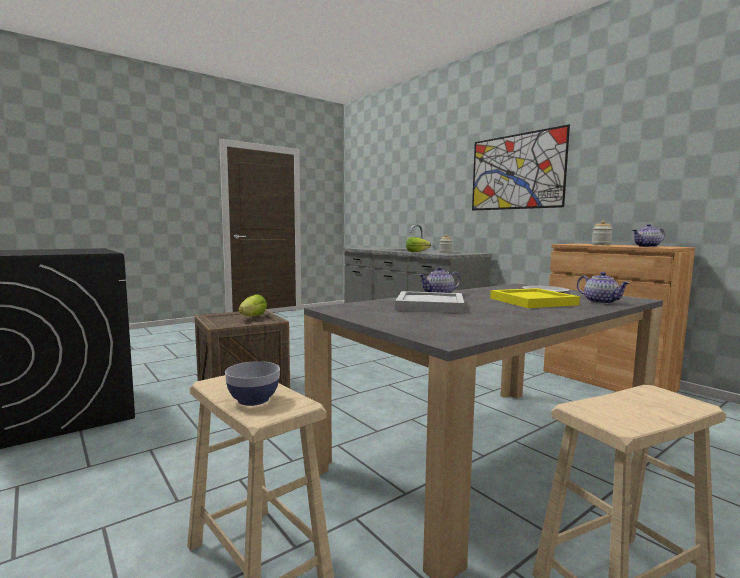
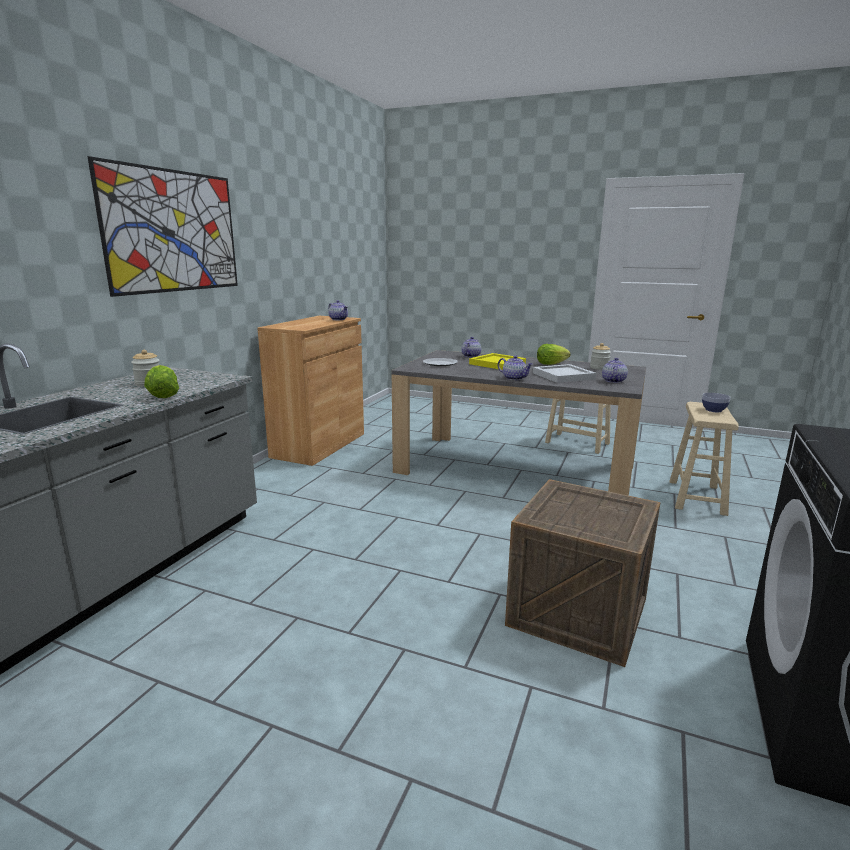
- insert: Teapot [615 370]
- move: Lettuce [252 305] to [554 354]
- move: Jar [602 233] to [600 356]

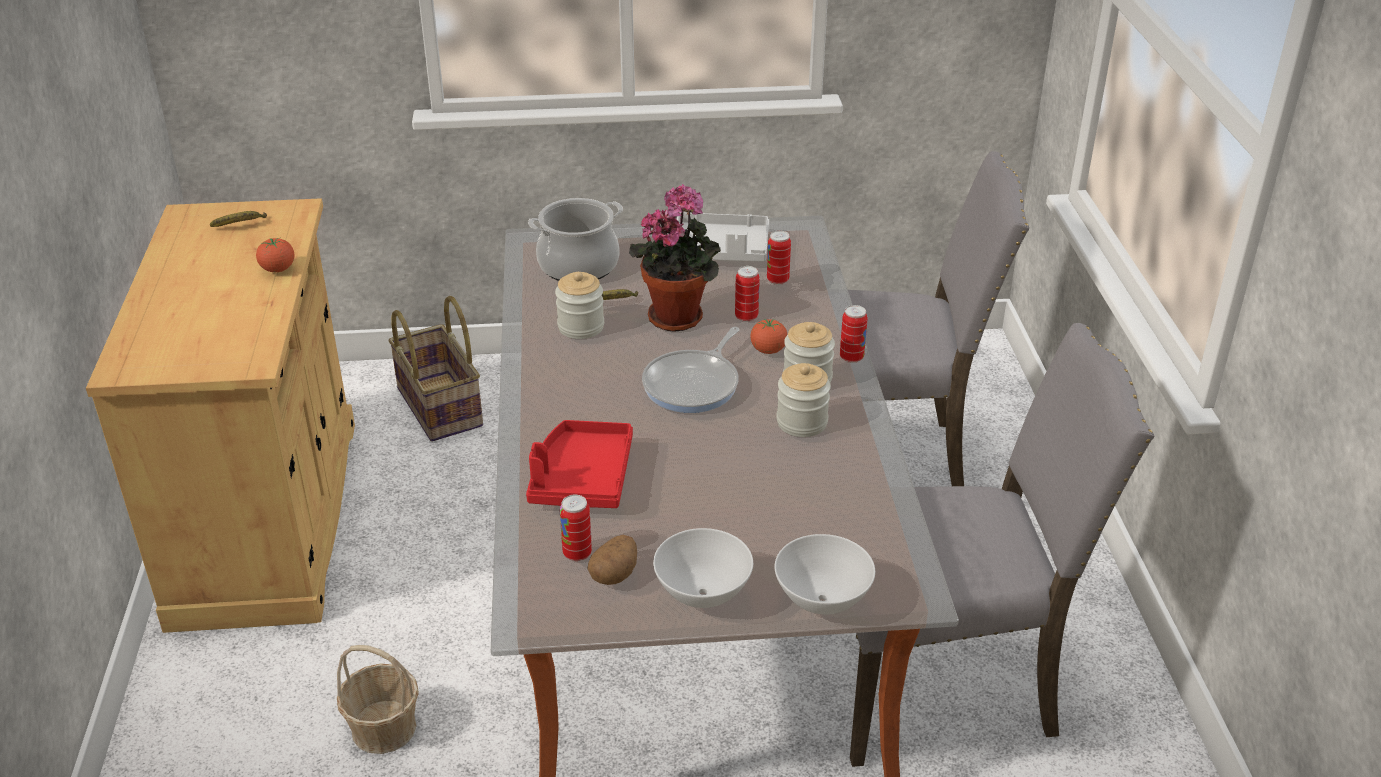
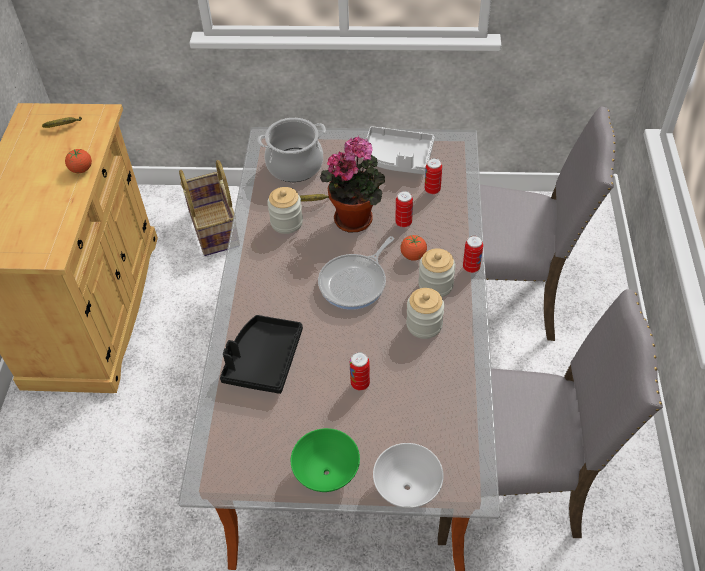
- delete: Basket [378 699]
- delete: Potato [612 560]
- move: Can [576 528] to [360 371]
- recolor: RedTray [579 464] to BlackTray [261 354]
- recolor: WhiteBowl [703 568] to GreenBowl [325 460]

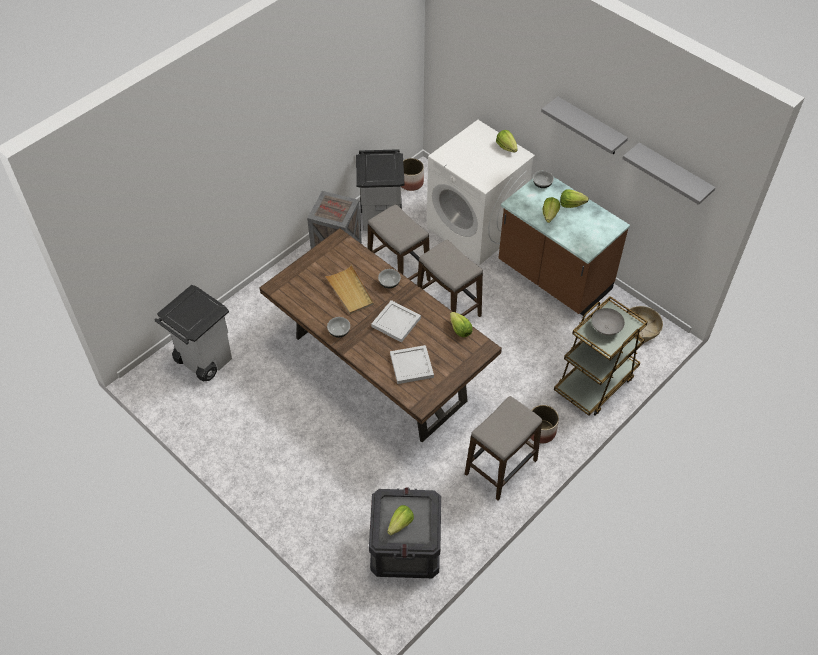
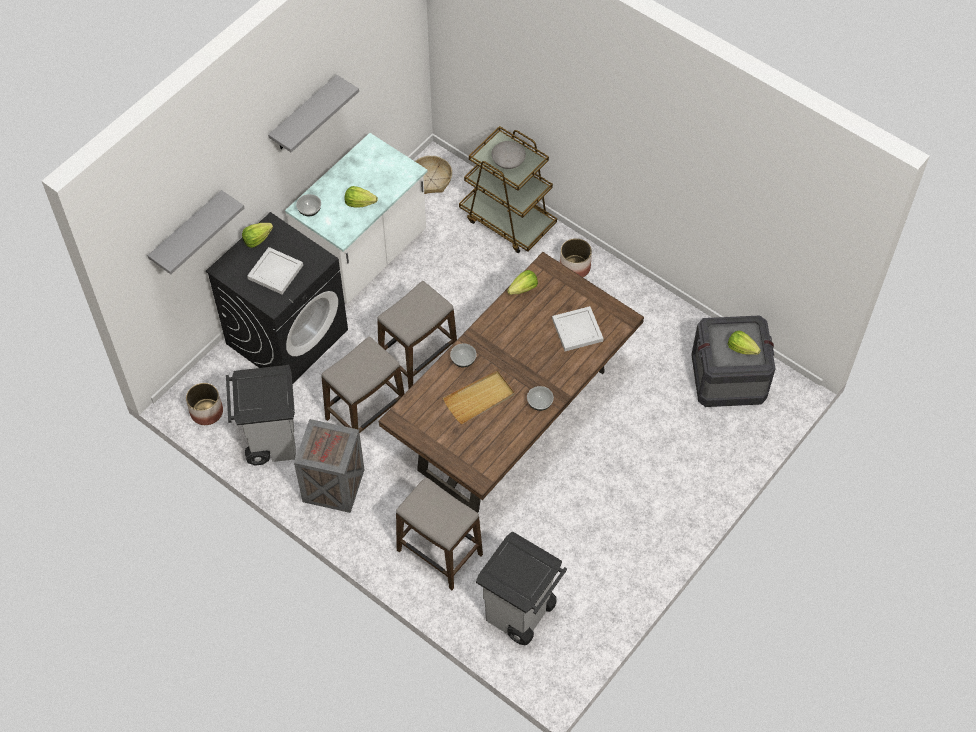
- delete: Lettuce [574 198]
- move: WhiteTray [396 321] to [275 270]
- move: Stool [503 448] to [439 534]
- move: GreyShelf [669 174] to [196 232]
- recolor: WhiteWashingMachine [481 192] to BlackWashingMachine [277 298]
- recolor: BrownCounter [564 243] to WhiteCounter [356 218]

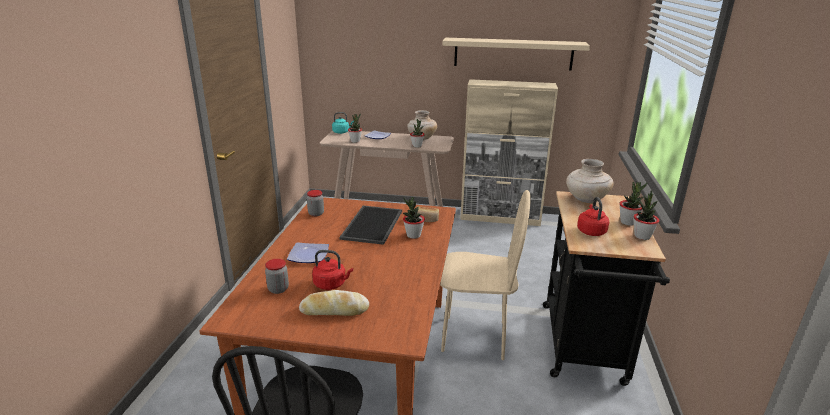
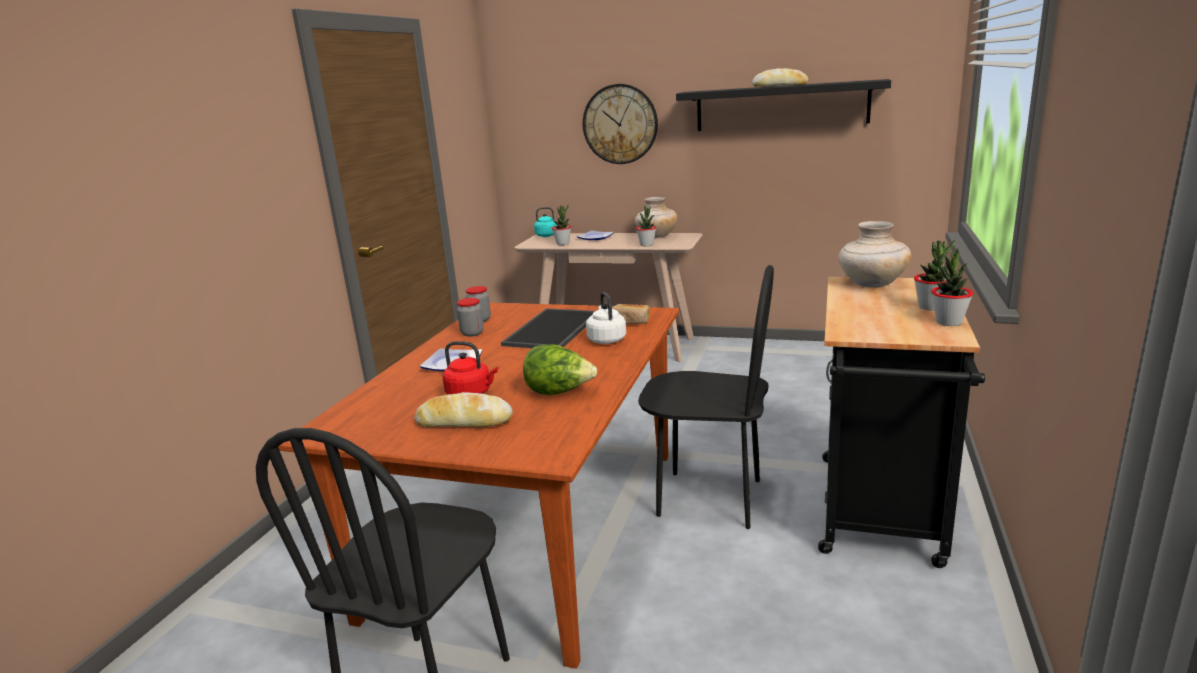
- delete: BeigeCabinet [509 152]
- delete: RedKettle [593 216]
- insert: Lettuce [560 369]
- insert: WallClock [620 124]
- insert: Bread [780 77]
- move: Jar [277 276] to [470 317]
- replace: PottedPlant [414 218] to WhiteKettle [606 318]
- recolor: BeigeChair [485 275] to BlackChair [706 397]
- recolor: BeigeShelf [516 54] to BlackShelf [783 105]

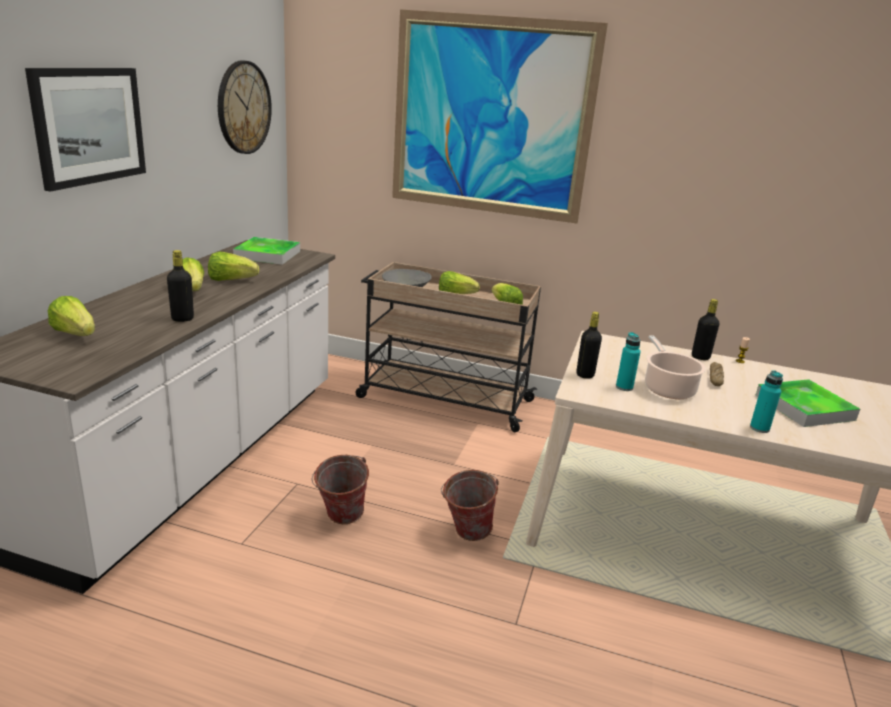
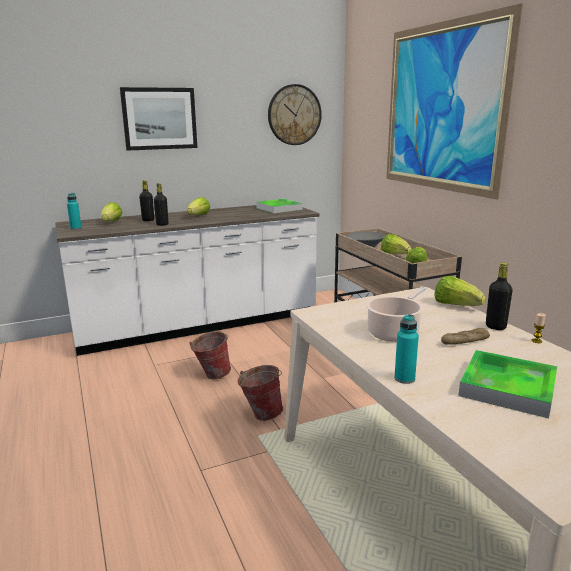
- move: Lettuce [233 266] to [460 291]
- move: BlackBottle [589 345] to [146 200]
- move: TurquoiseBottle [628 361] to [74 211]

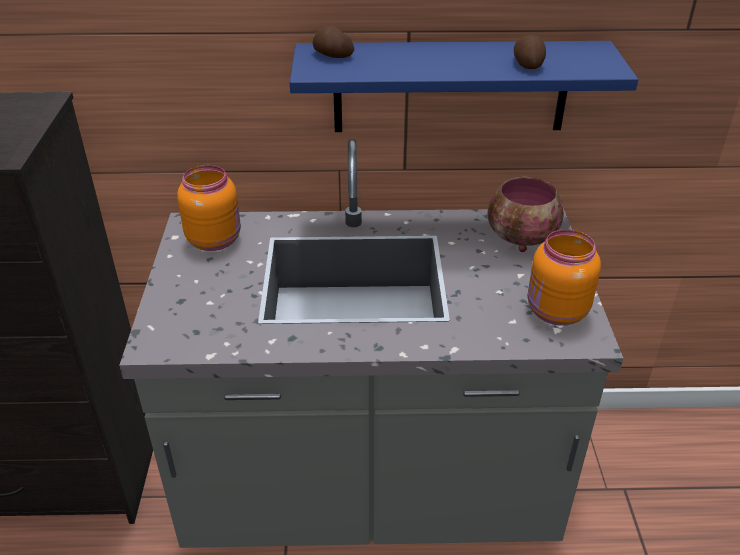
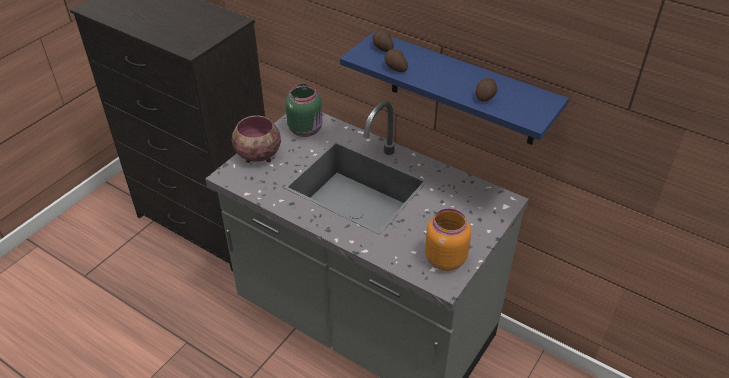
- insert: Potato [396 60]
- move: Bowl [526 214] to [256 139]
- recolor: OrangeJar [209 208] to GreenJar [304 110]

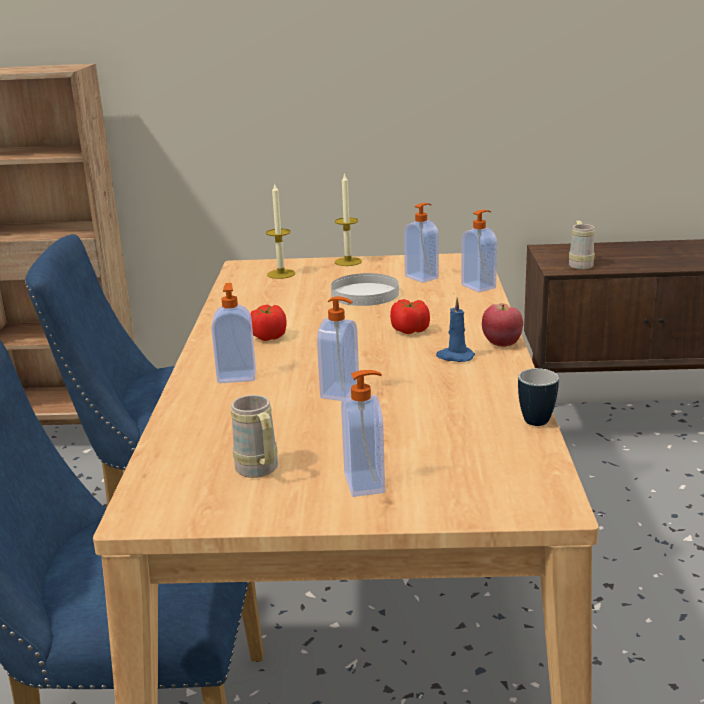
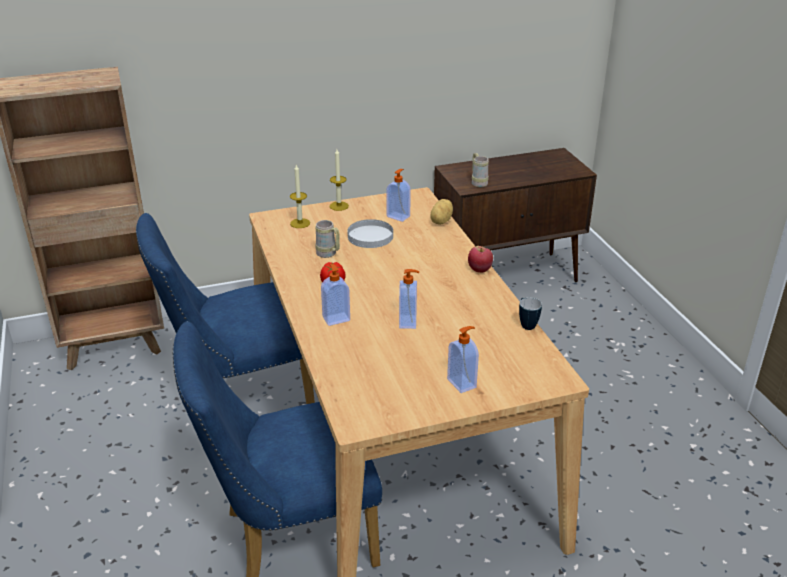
- delete: Tomato [410 316]
- delete: BlueCandle [455 330]
- move: BeigeMug [254 436] to [328 239]
- replace: SoapDispenser [479 251] to Potato [441 212]

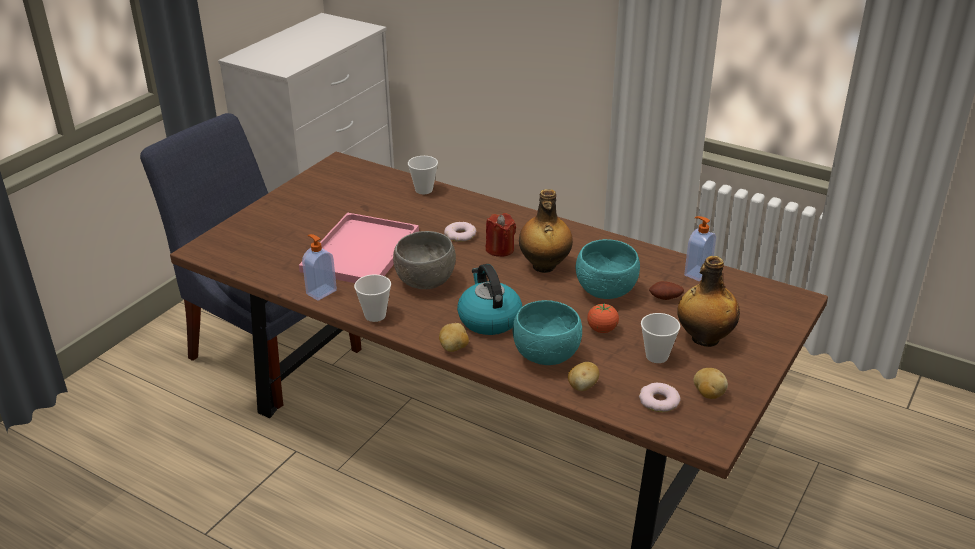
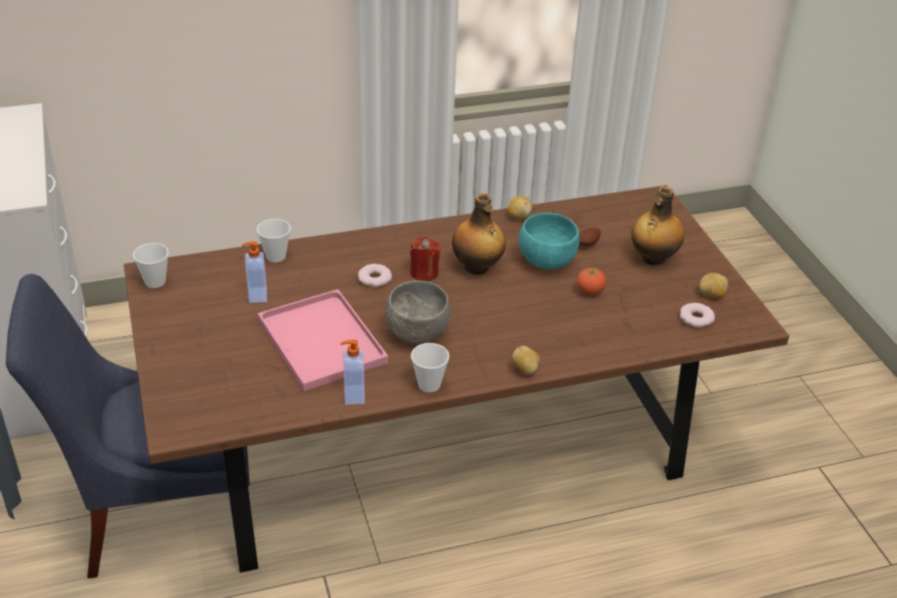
- delete: Kettle [489 299]
- delete: TurquoiseBowl [547 332]
- move: Potato [583 376] to [520 207]
- move: Cup [660 338] to [151 265]
- move: SoapDispenser [700 248] to [254 272]

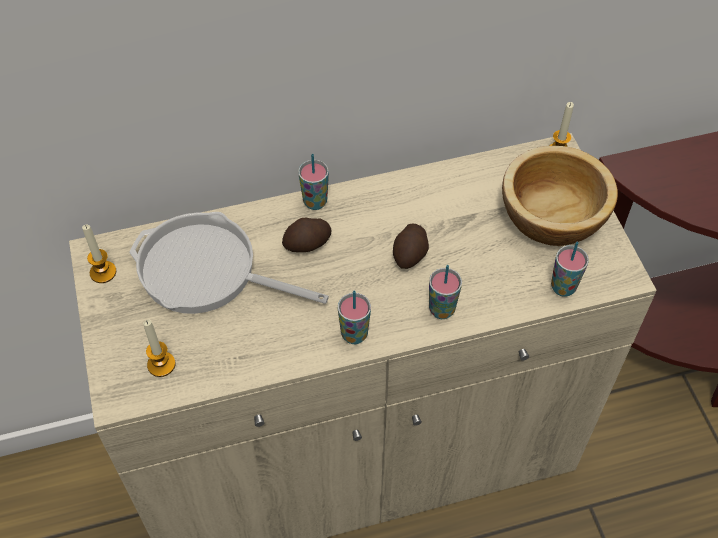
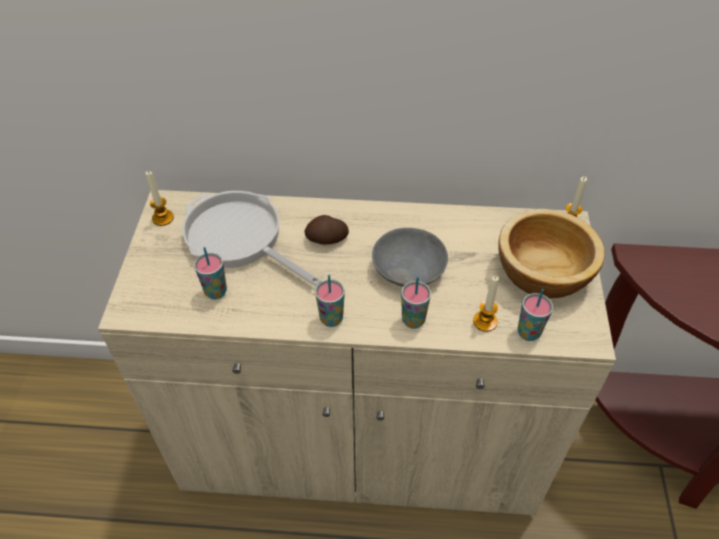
- move: Candle [159 348] to [486 304]
- move: Cup [313 182] to [210 273]
- replace: Potato [411 246] to GreyBowl [410 257]

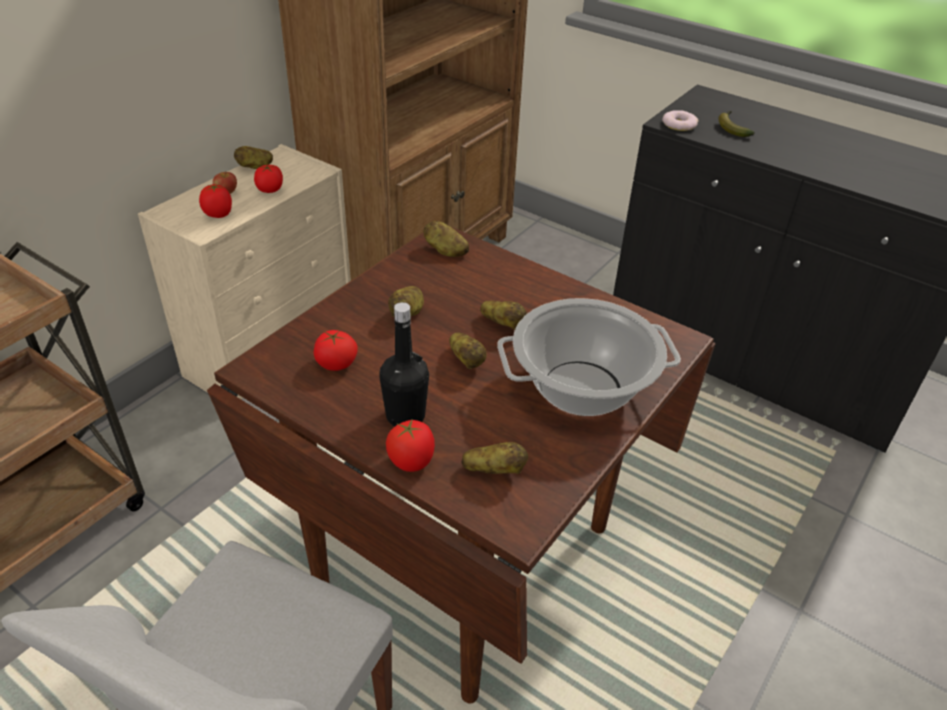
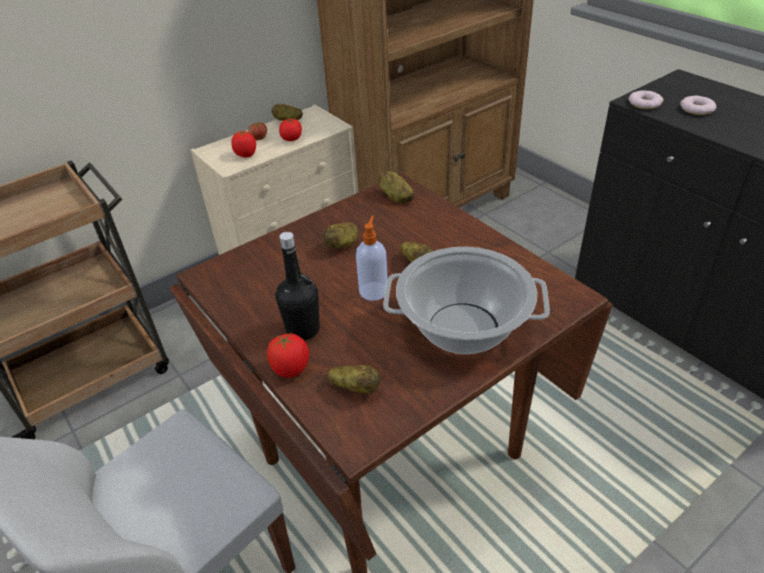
- delete: Tomato [336 350]
- replace: Potato [468 351] to SoapDispenser [372 258]
- replace: Banana [737 124] to Donut [698 105]

